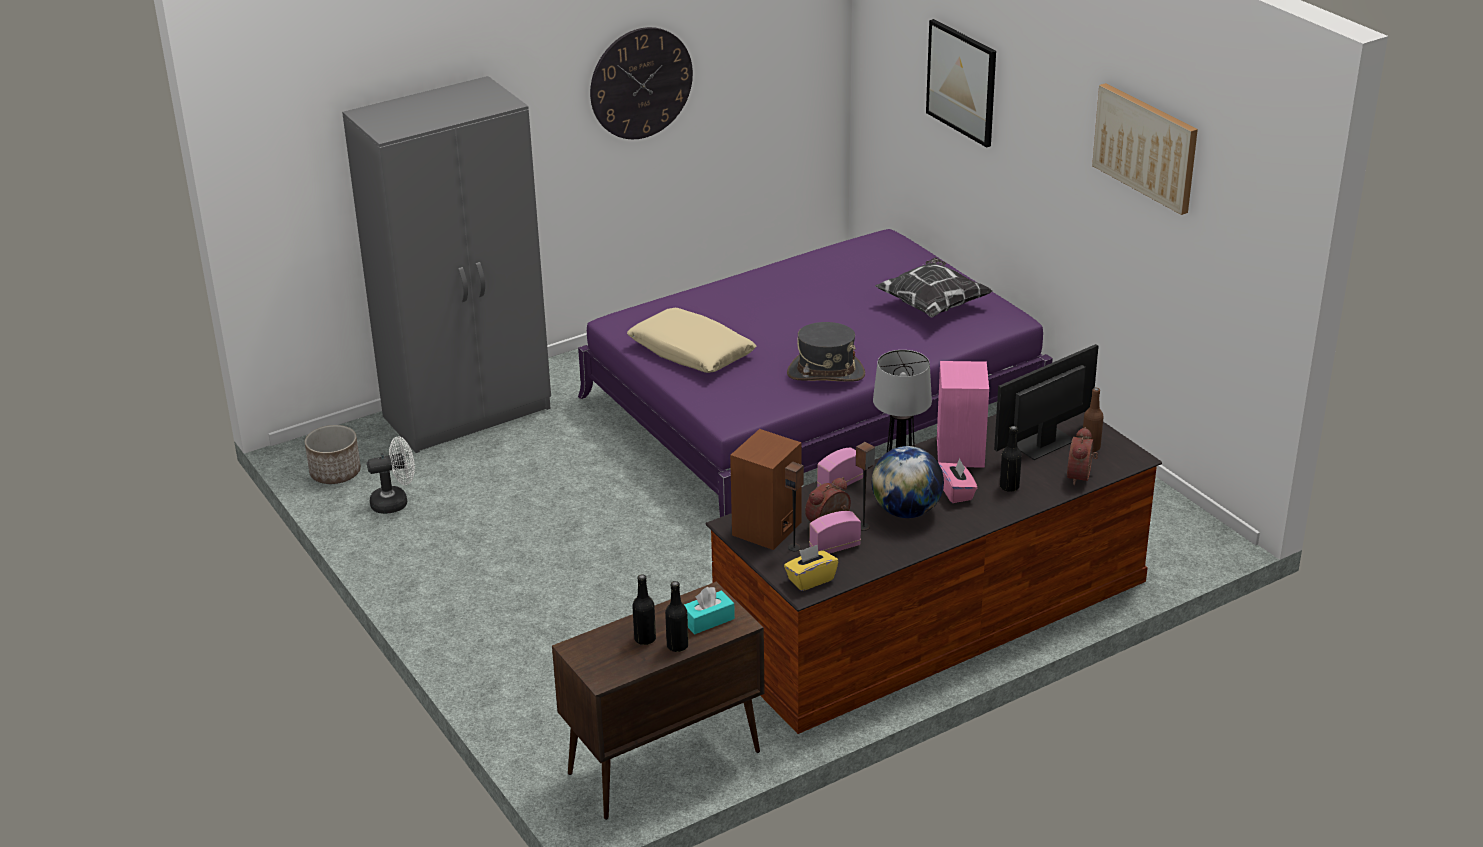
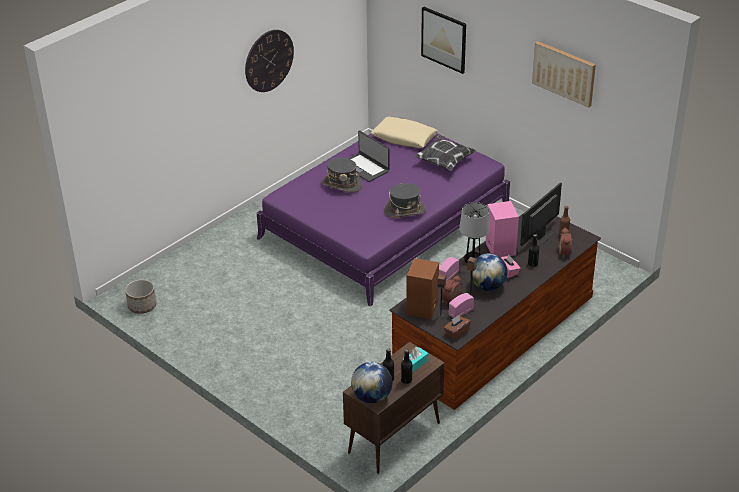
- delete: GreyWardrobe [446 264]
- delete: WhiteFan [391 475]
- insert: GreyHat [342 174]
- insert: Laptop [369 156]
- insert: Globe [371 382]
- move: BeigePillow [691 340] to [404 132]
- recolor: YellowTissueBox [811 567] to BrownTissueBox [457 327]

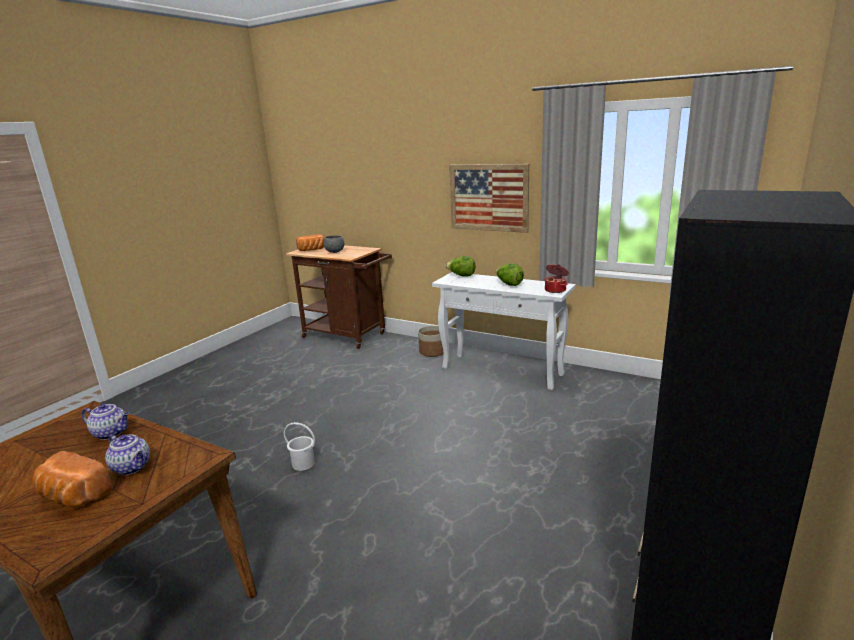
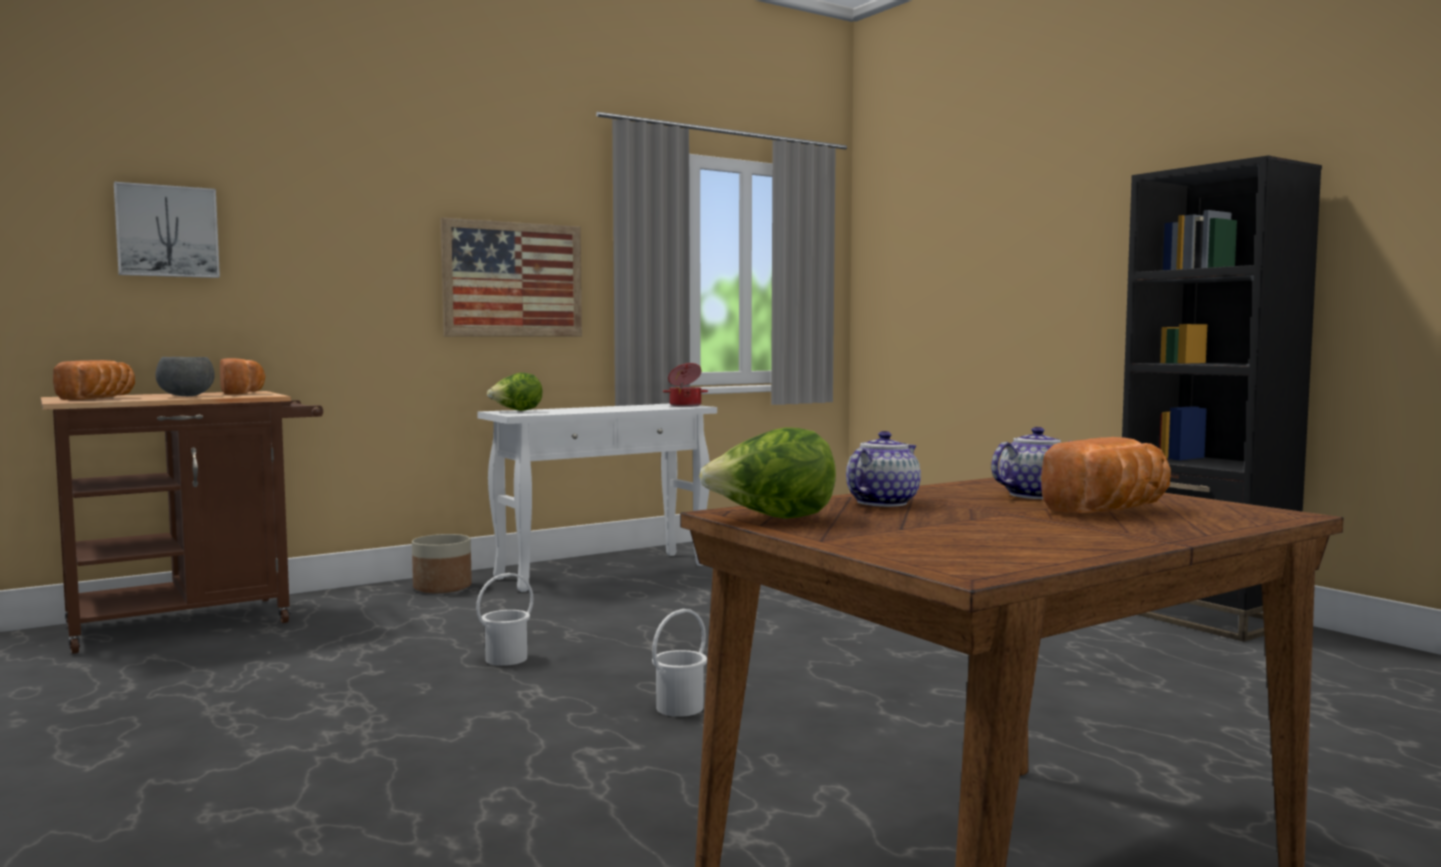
- insert: Picture [167 230]
- insert: Bread [242 376]
- insert: WhiteBucket [505 619]
- move: Lettuce [510 274] to [767 473]

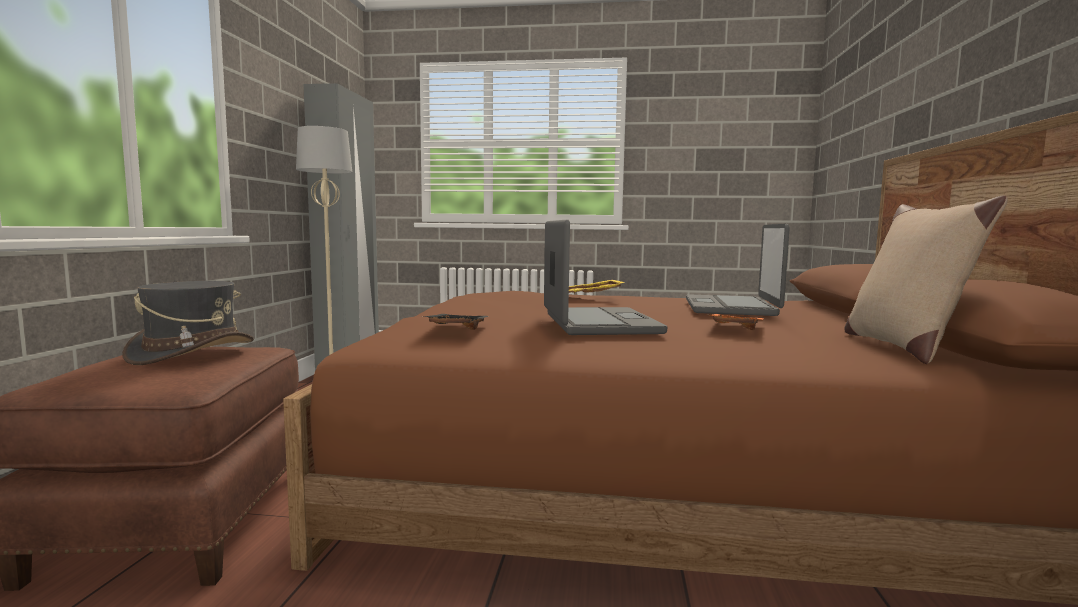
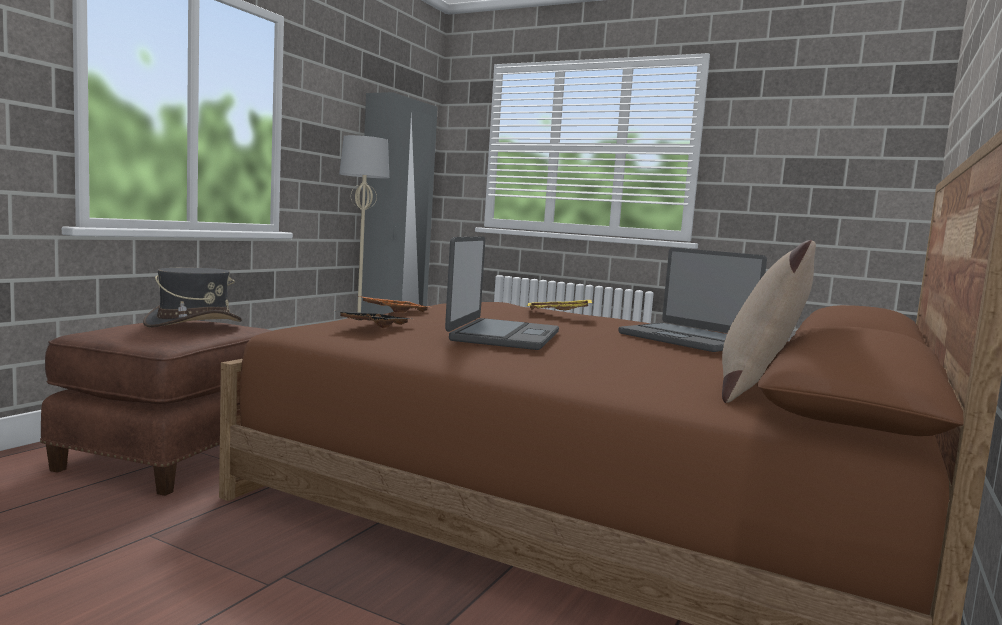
- move: OrangeTray [737 322] to [396 304]
- rotate: Laptop [738 270] = [692 300] 75 degrees counterclockwise

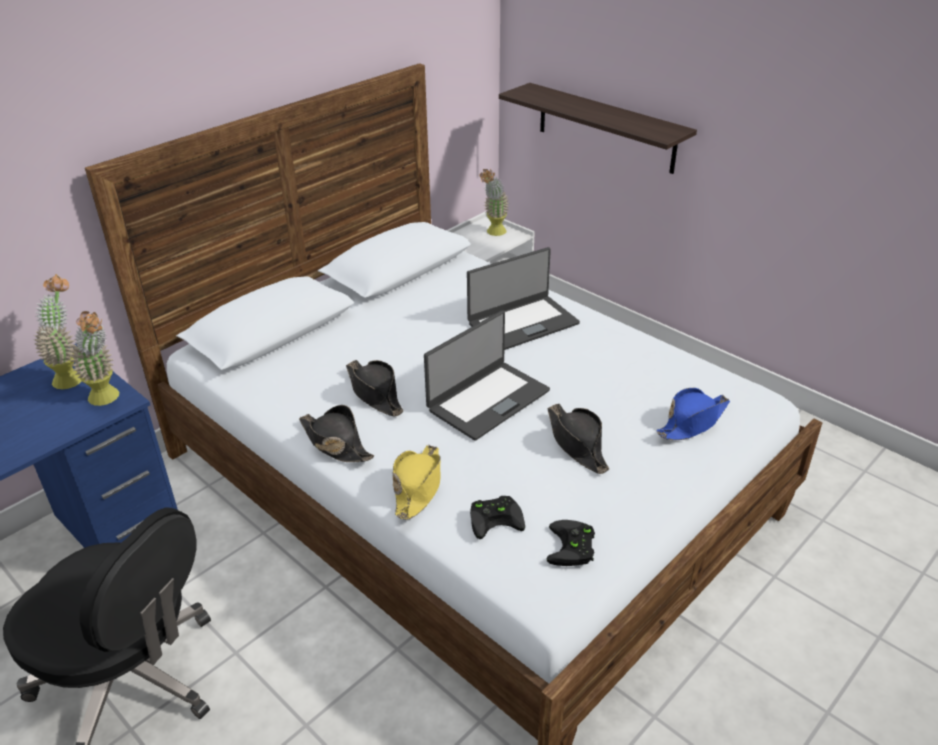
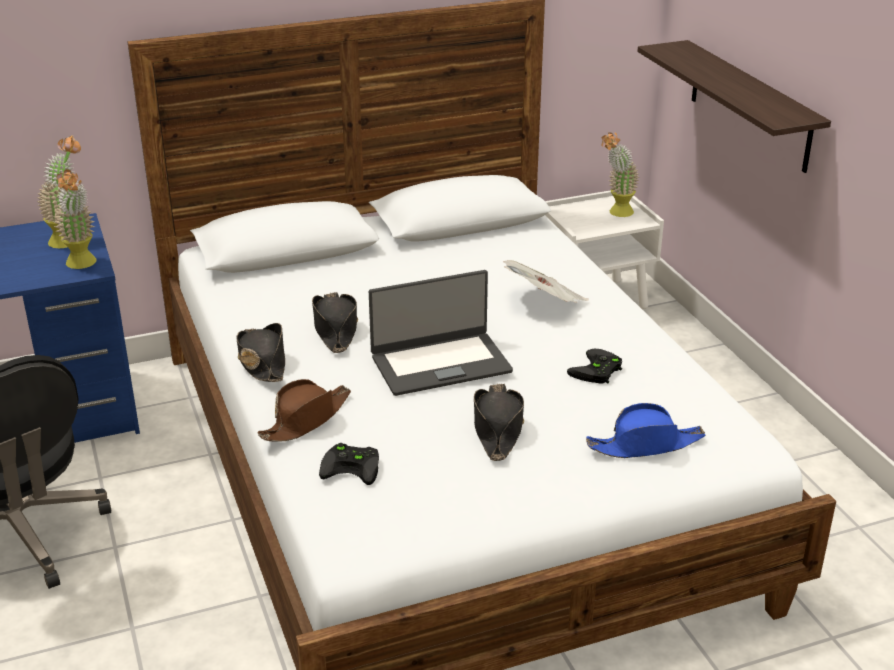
- move: BlackGameController [570 543] to [594 366]
- replace: Laptop [523 298] to Newspaper [546 281]
- recolor: YellowHat [416 482] to BrownHat [304 410]

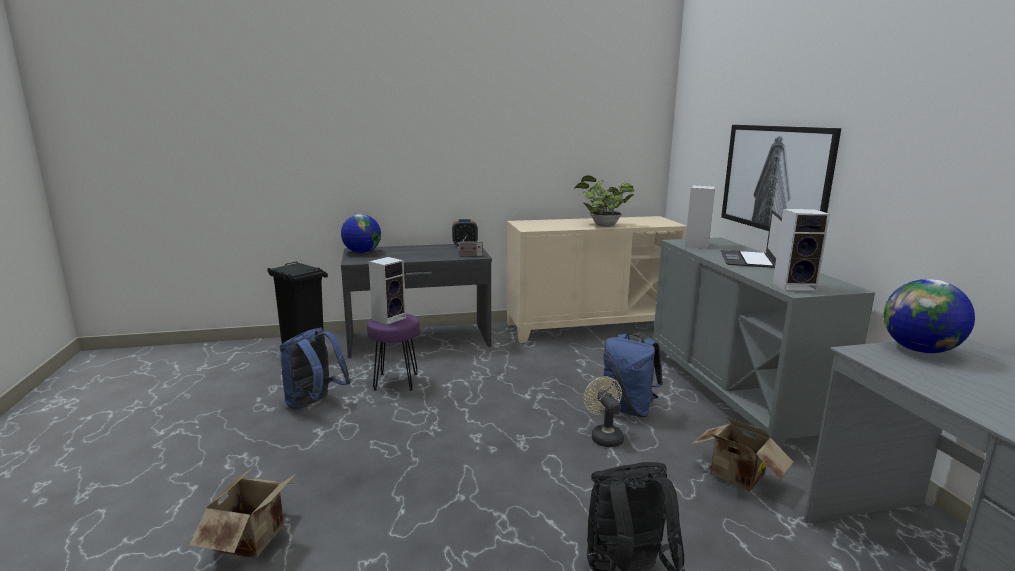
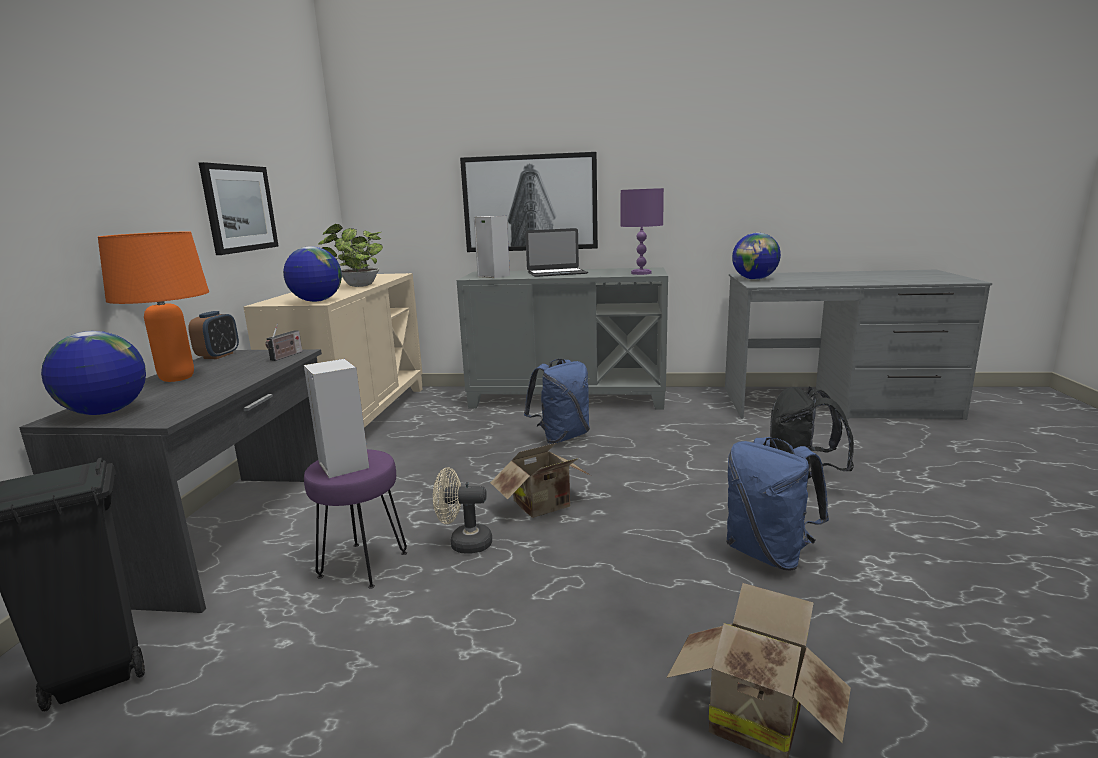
- insert: OrangeTableLamp [153 307]
- insert: Picture [239 208]
- insert: Globe [312 274]
- move: BlueBackpack [315 369] to [777 503]
- move: BeigeFan [603 412] to [462 510]
- move: CardboardBox [742 454] to [540 480]
- replace: Speaker [801 250] to PurpleTableLamp [642 231]
- rotate: Laptop [751 239] = [556 252] 45 degrees counterclockwise

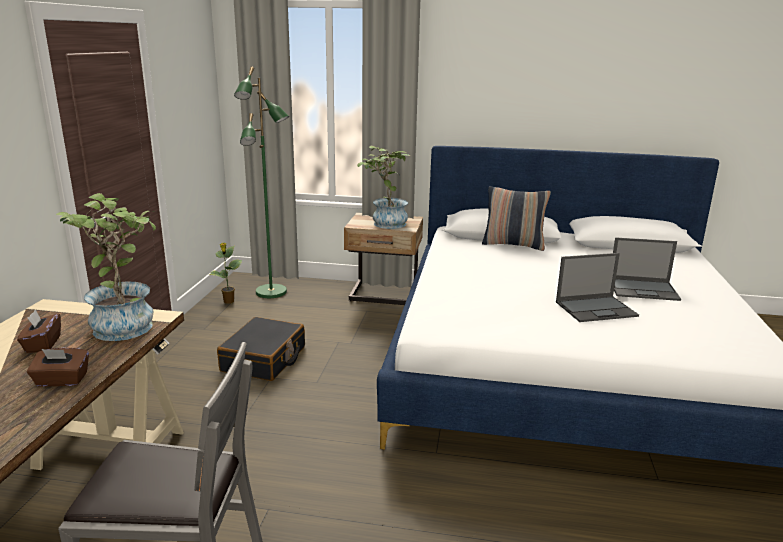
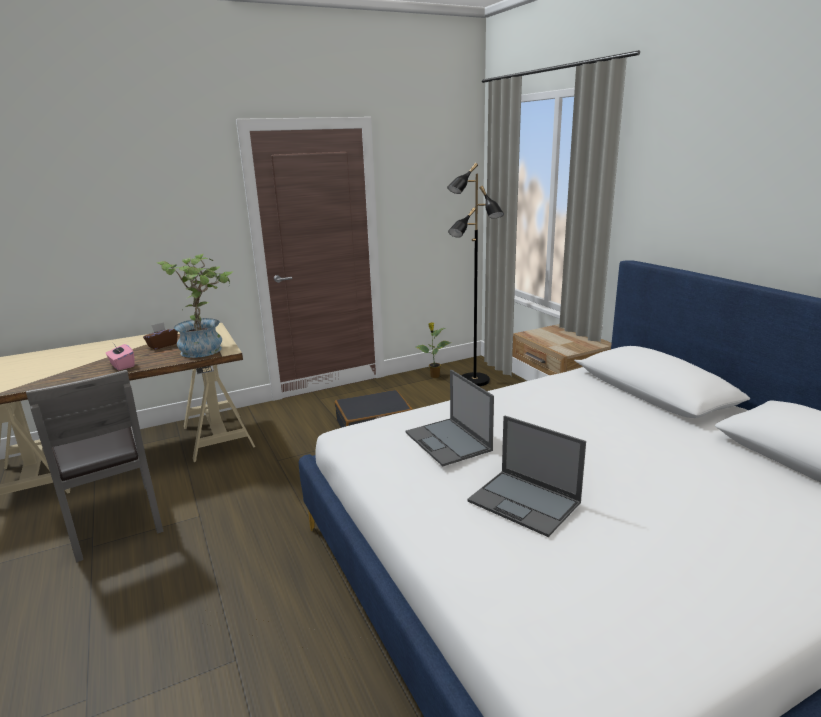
- delete: PottedPlant [383 187]
- delete: Pillow [516 218]
- move: Laptop [647 269] to [449 418]
- recolor: BrownTissueBox [58 367] to PinkTissueBox [120 356]
- recolor: GreenFloorLamp [261 182] to BlackFloorLamp [475 274]

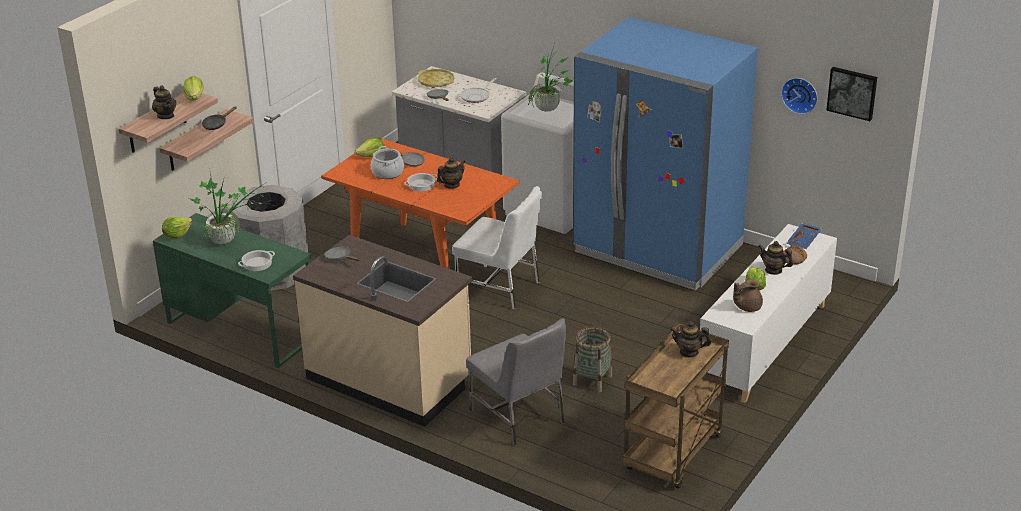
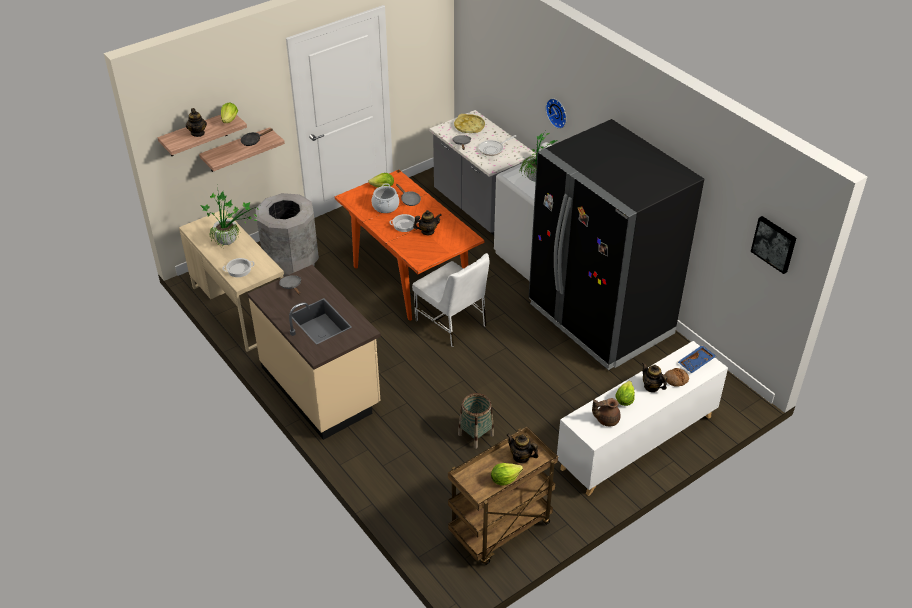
- delete: GreyChair [516 382]
- move: Lettuce [177 227] to [507 474]
- move: WallClock [799 96] to [556 113]
- recolor: GreenDesk [232 290] to BeigeDesk [231 280]
- recolor: BlueFridge [665 154] to BlackFridge [616 244]

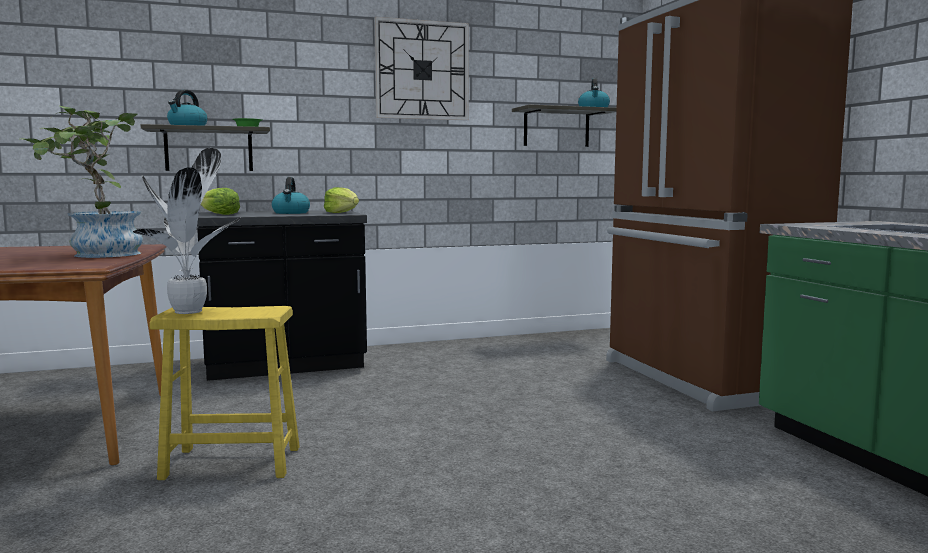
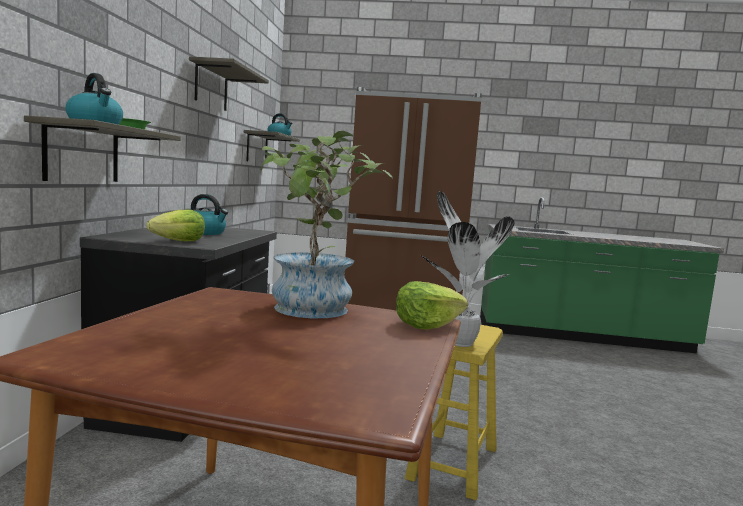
- move: Lettuce [341 200] to [432 305]
- replace: WallClock [421 68] to Shelf [229 83]

